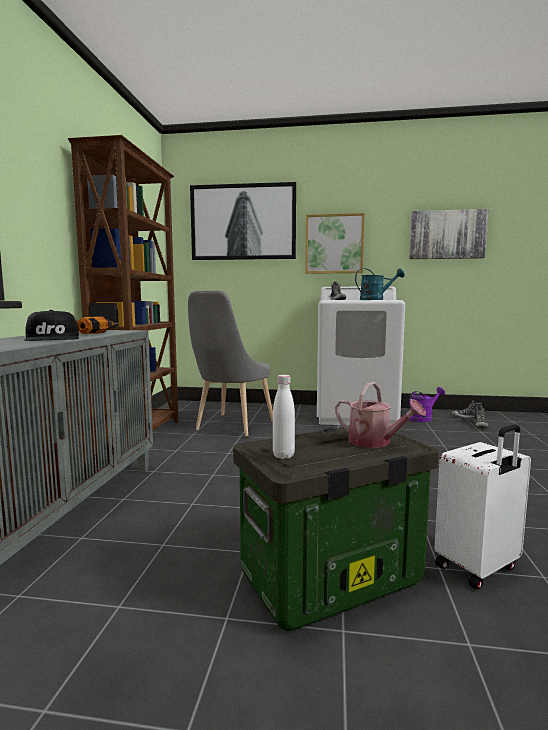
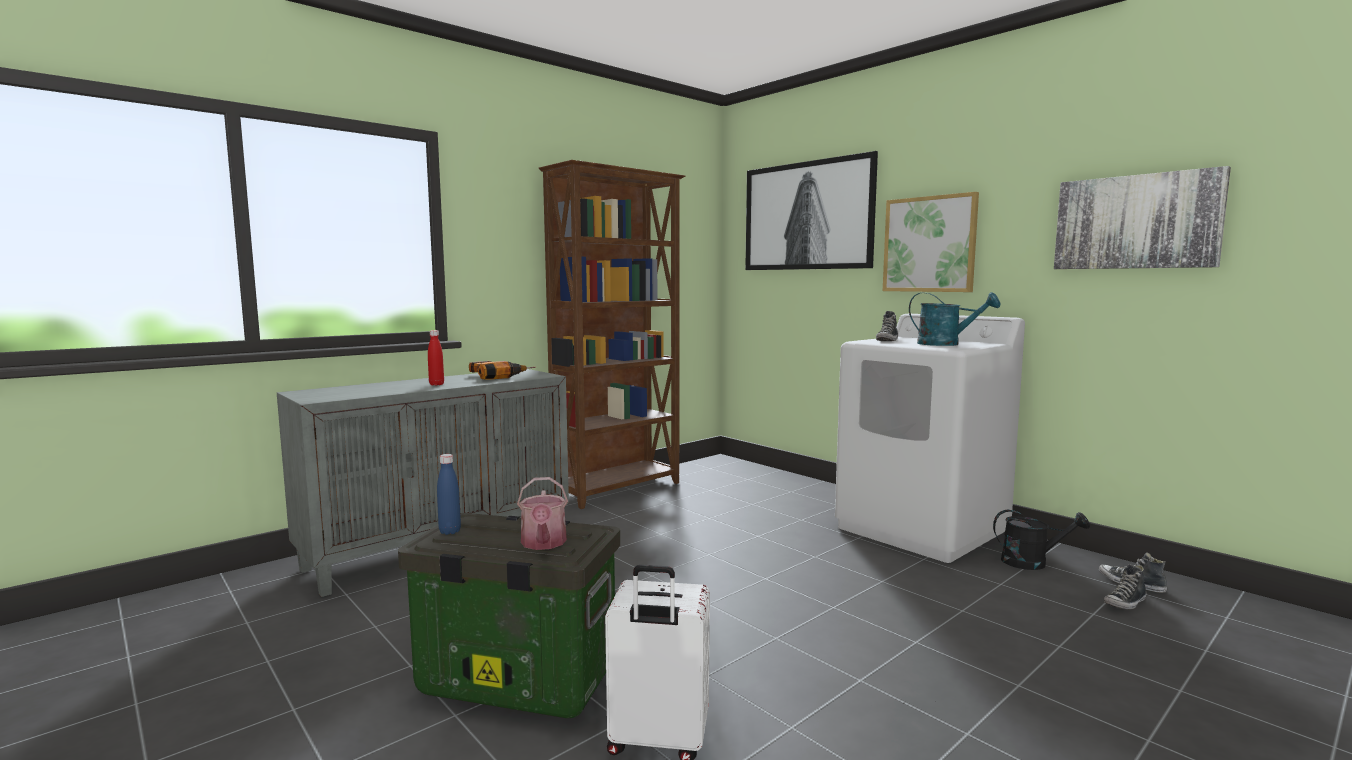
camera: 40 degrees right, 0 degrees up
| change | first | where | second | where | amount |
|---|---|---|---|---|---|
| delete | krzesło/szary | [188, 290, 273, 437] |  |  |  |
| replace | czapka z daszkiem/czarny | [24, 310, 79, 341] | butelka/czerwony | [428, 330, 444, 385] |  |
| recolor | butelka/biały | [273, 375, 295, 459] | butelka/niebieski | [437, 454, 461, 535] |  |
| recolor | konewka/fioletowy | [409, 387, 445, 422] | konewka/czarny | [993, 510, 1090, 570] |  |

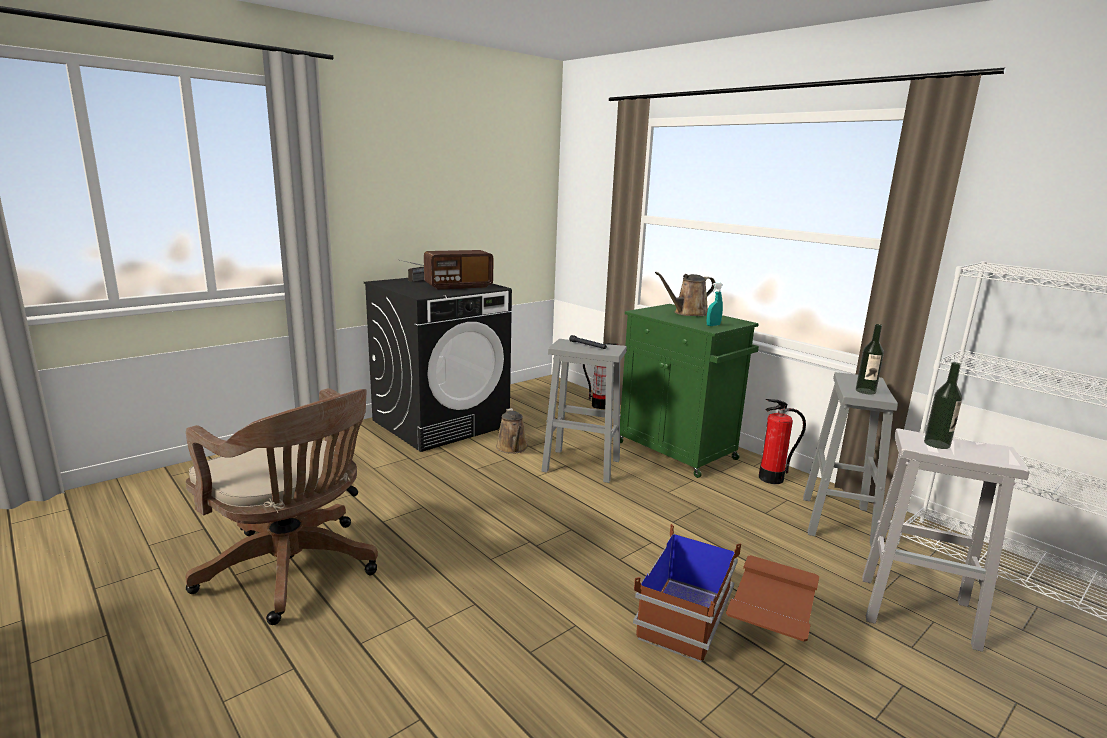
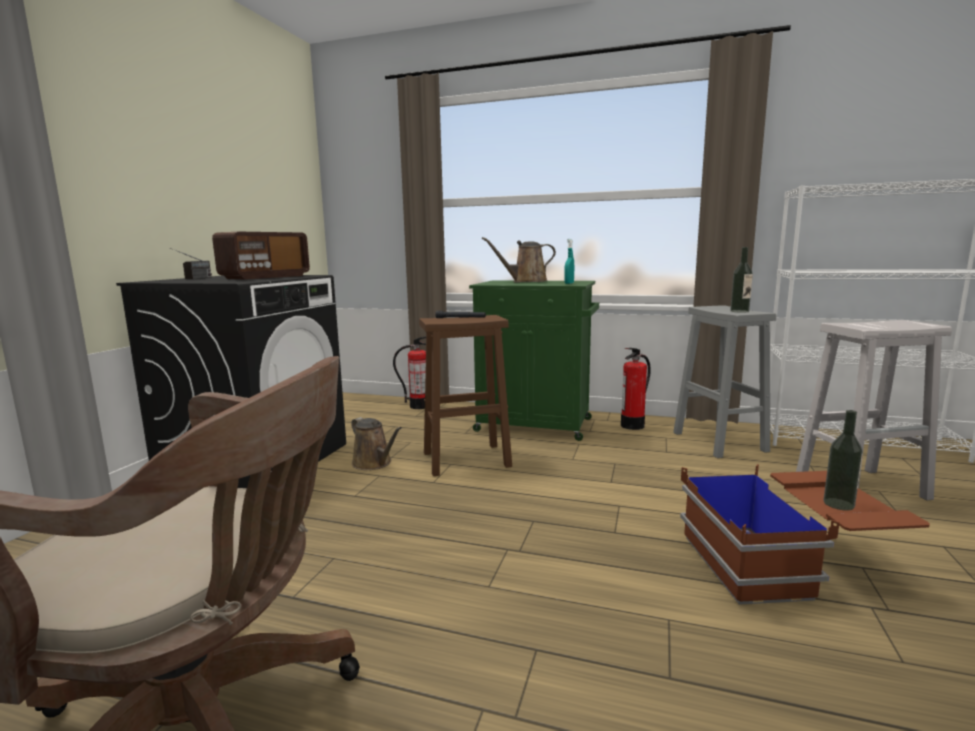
camera: 30 degrees left, 5 degrees down
| change | first | where | second | where | amount |
|---|---|---|---|---|---|
| rotate | konewka/brązowy | [655, 272, 716, 316] |  | [482, 237, 556, 282] | 45 degrees clockwise |
| recolor | stołek/szary | [541, 339, 627, 483] | stołek/brązowy | [419, 315, 512, 476] |  |
| move | butelka | [924, 362, 962, 449] |  | [823, 410, 863, 511] |  |

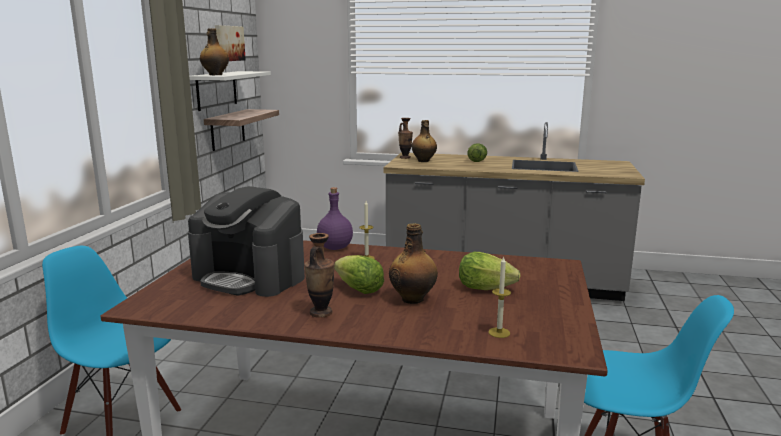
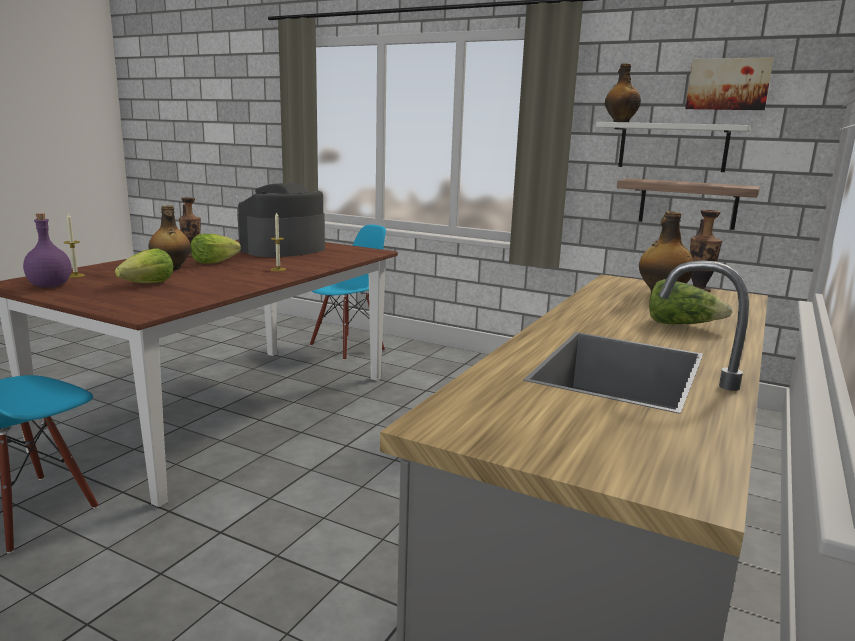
camera: 105 degrees right, 0 degrees up
| change | first | where | second | where | amount |
|---|---|---|---|---|---|
| move | butelka/fioletowy | [317, 187, 353, 250] |  | [23, 213, 71, 288] |  |

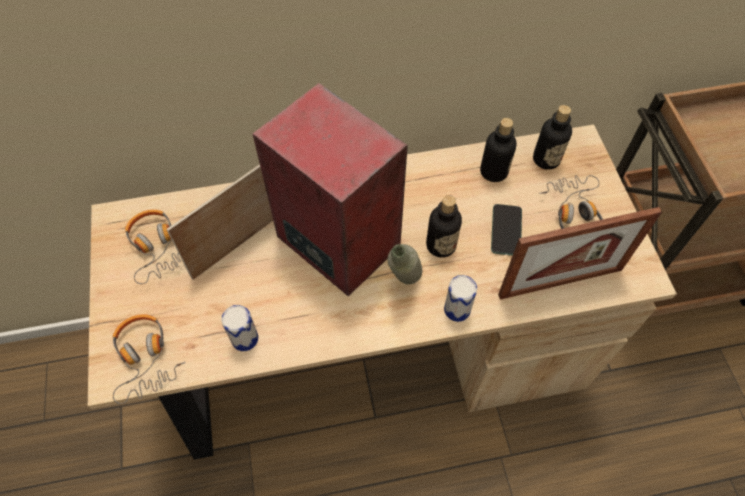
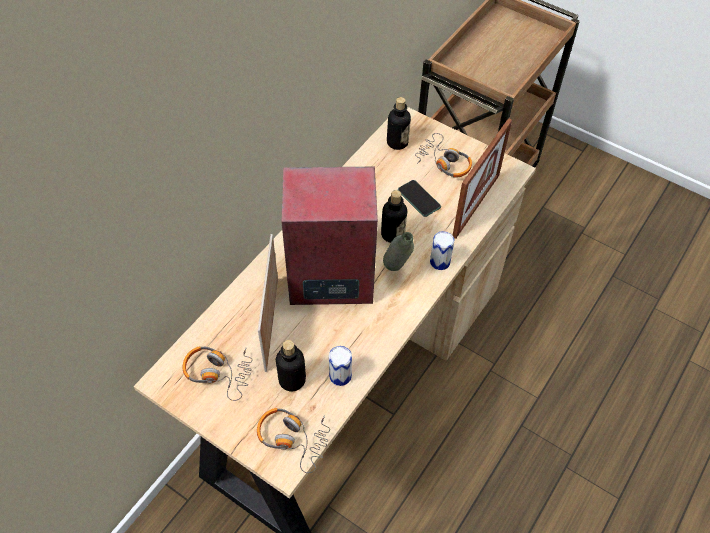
camera: 45 degrees left, 5 degrees down
| change | first | where | second | where | amount |
|---|---|---|---|---|---|
| move | butelka | [480, 118, 517, 182] |  | [275, 340, 306, 391] |  |

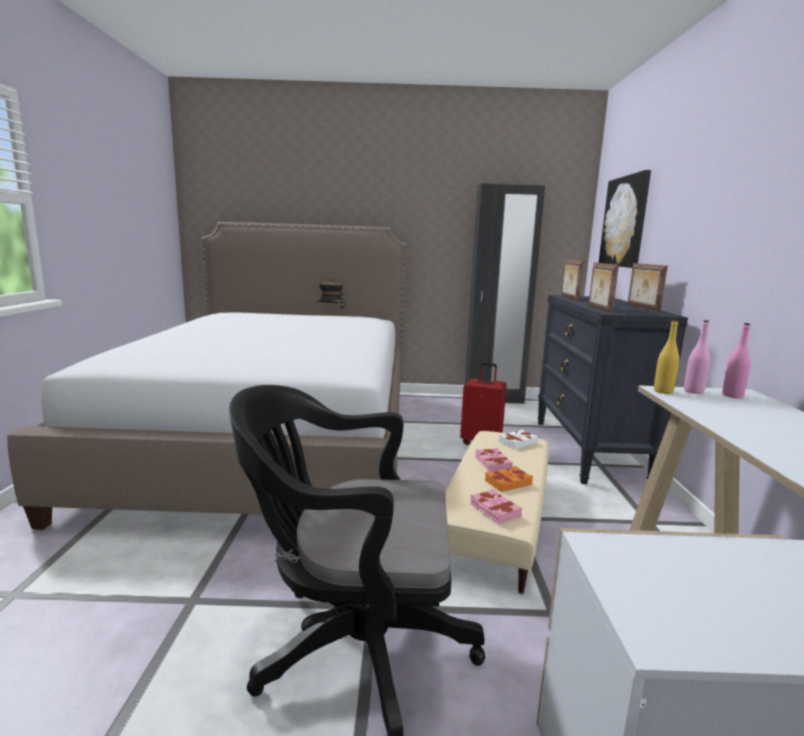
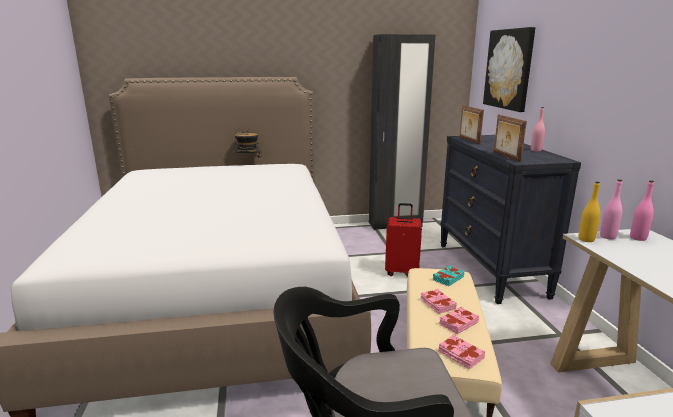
camera: 10 degrees left, 5 degrees up
| change | first | where | second | where | amount |
|---|---|---|---|---|---|
| replace | ramka na zdjęcie | [627, 263, 668, 312] | butelka/różowy | [531, 107, 545, 152] |  |
| recolor | książka/biały | [499, 429, 538, 449] | książka/turkusowy | [433, 265, 464, 286] |  |
| recolor | książka/pomarańczowy | [485, 466, 533, 492] | książka/różowy | [439, 307, 479, 334] |  |

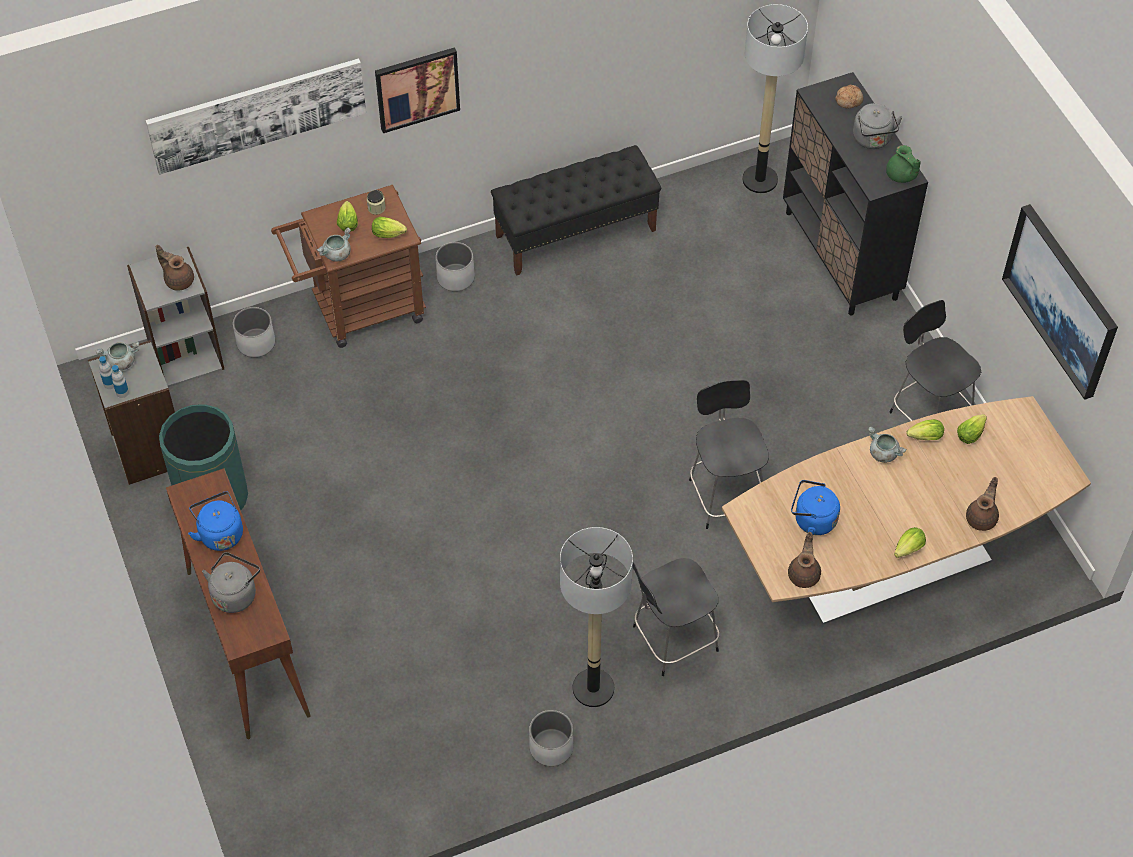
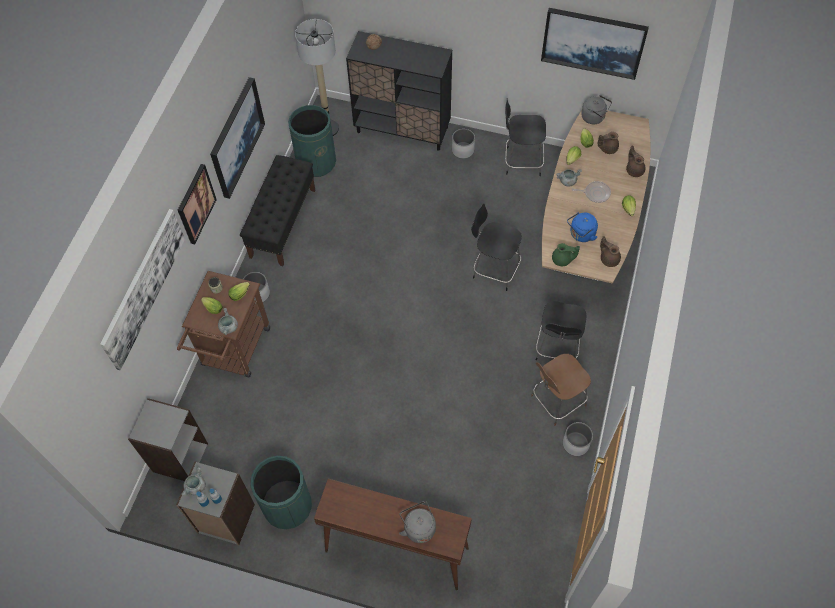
camera: 50 degrees left, 5 degrees up
| change | first | where | second | where | amount |
|---|---|---|---|---|---|
| move | czajnik/szary | [853, 103, 903, 149] |  | [581, 95, 612, 124] |  |
| move | imbryk/zielony | [886, 145, 921, 183] |  | [552, 243, 580, 266] |  |
| move | imbryk/brązowy | [156, 245, 194, 291] |  | [598, 132, 619, 154] |  |
| move | donica/biały | [233, 307, 275, 357] |  | [452, 129, 475, 159] |  |
| delete | czajnik/niebieski | [188, 491, 243, 551] |  |  |  |
| replace | lampa stojąca | [560, 527, 633, 707] | krzesło/brązowy | [531, 354, 591, 426] |  |
| insert |  |  | obraz | [210, 77, 265, 199] |  |
| insert |  |  | kosz na śmieci/zielony | [288, 105, 336, 177] |  |
| insert |  |  | patelnia | [572, 181, 611, 203] |  |

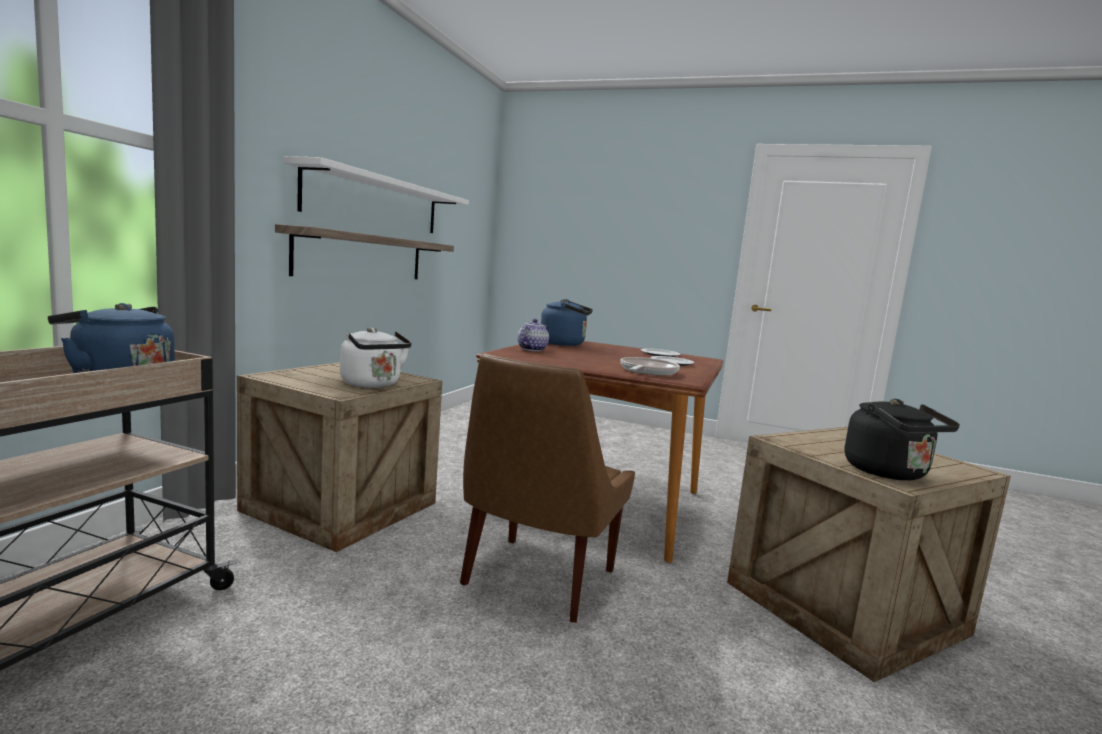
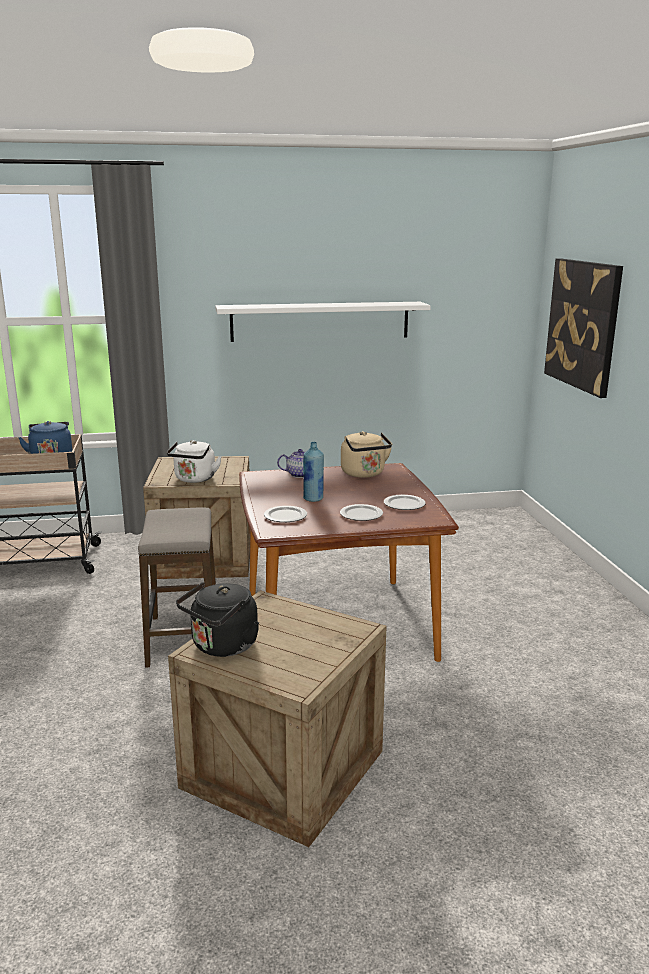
camera: 60 degrees right, 10 degrees up
| change | first | where | second | where | amount |
|---|---|---|---|---|---|
| delete | półka | [275, 224, 454, 279] |  |  |  |
| recolor | czajnik/niebieski | [541, 299, 593, 346] | czajnik/beżowy | [341, 431, 392, 478] |  |
| replace | krzesło/brązowy | [460, 354, 635, 623] | stołek | [138, 508, 216, 668] |  |
| replace | patelnia | [620, 357, 680, 375] | talerz | [264, 506, 307, 522] |  |
| insert |  |  | obraz | [544, 258, 623, 398] |  |
| insert |  |  | butelka/niebieski | [303, 442, 324, 502] |  |

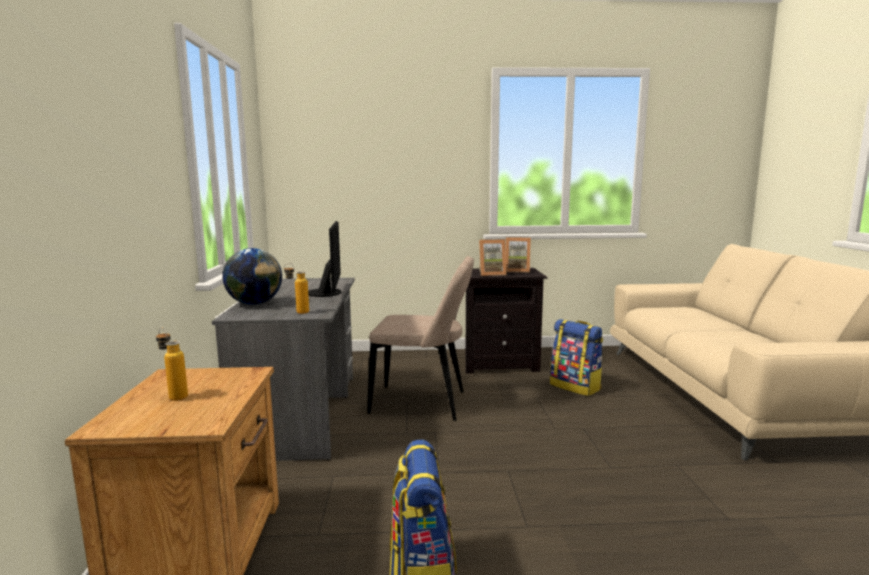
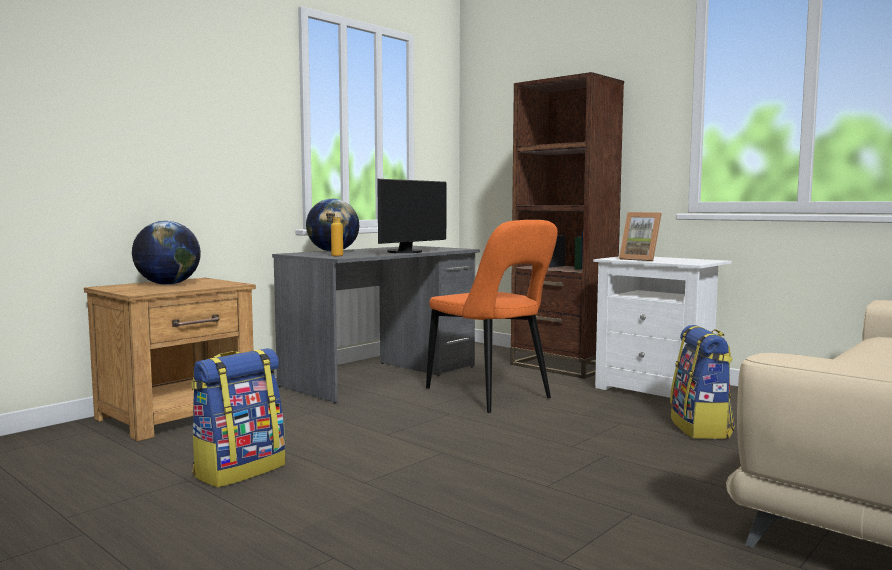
camera: 45 degrees right, 5 degrees down
| change | first | where | second | where | amount |
|---|---|---|---|---|---|
| delete | ramka na zdjęcie | [505, 237, 531, 273] |  |  |  |
| recolor | krzesło/beżowy | [367, 256, 474, 421] | krzesło/pomarańczowy | [426, 220, 558, 413] |  |
| recolor | szafka nocna/czarny | [465, 268, 547, 374] | szafka nocna/biały | [593, 257, 732, 398] |  |
| replace | butelka | [156, 328, 188, 401] | globus | [132, 221, 201, 285] |  |
| insert |  |  | regał/brązowy | [510, 72, 624, 379] |  |

